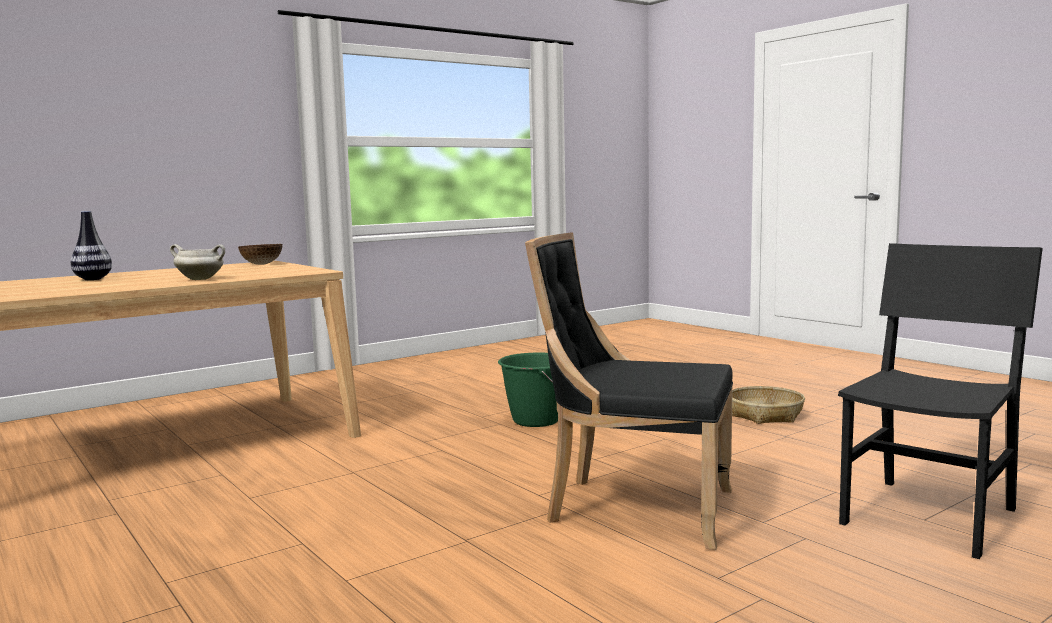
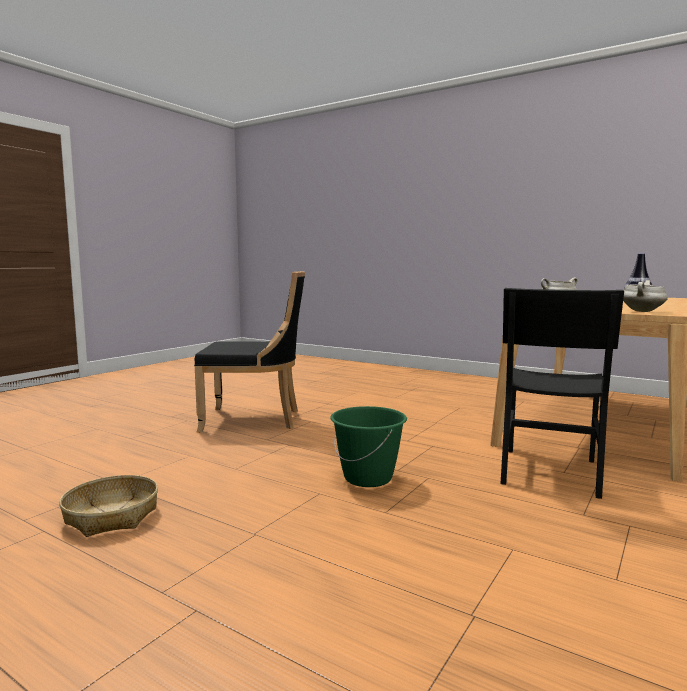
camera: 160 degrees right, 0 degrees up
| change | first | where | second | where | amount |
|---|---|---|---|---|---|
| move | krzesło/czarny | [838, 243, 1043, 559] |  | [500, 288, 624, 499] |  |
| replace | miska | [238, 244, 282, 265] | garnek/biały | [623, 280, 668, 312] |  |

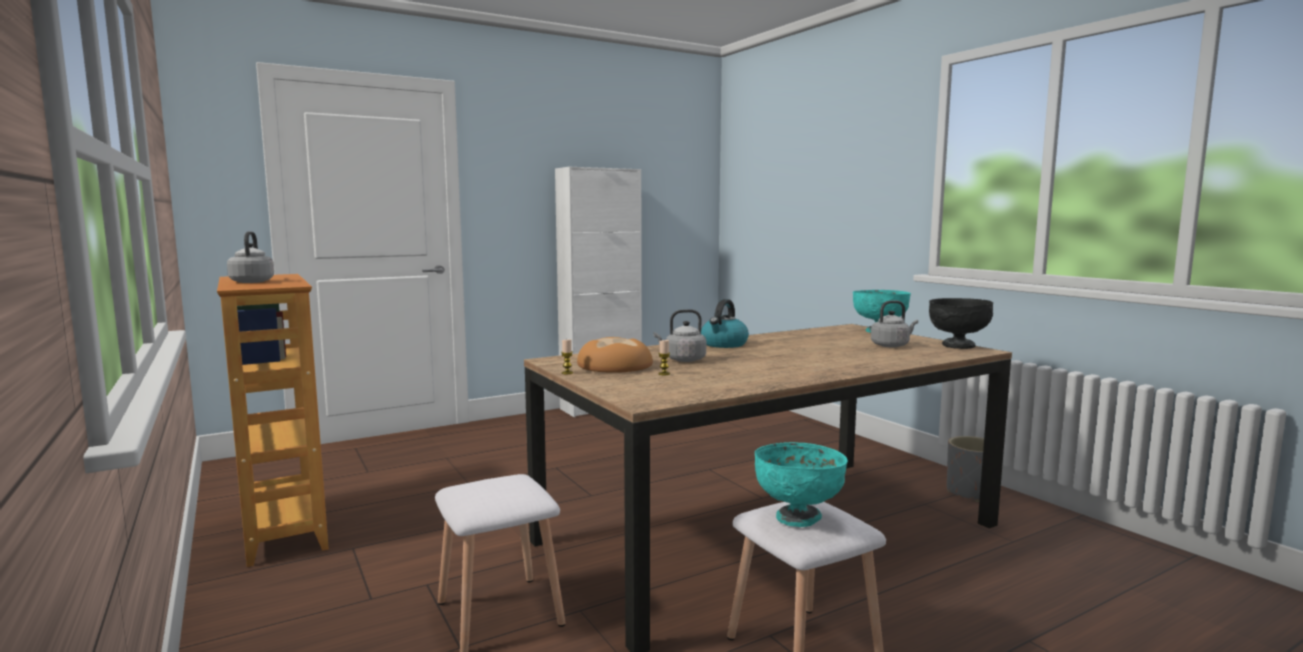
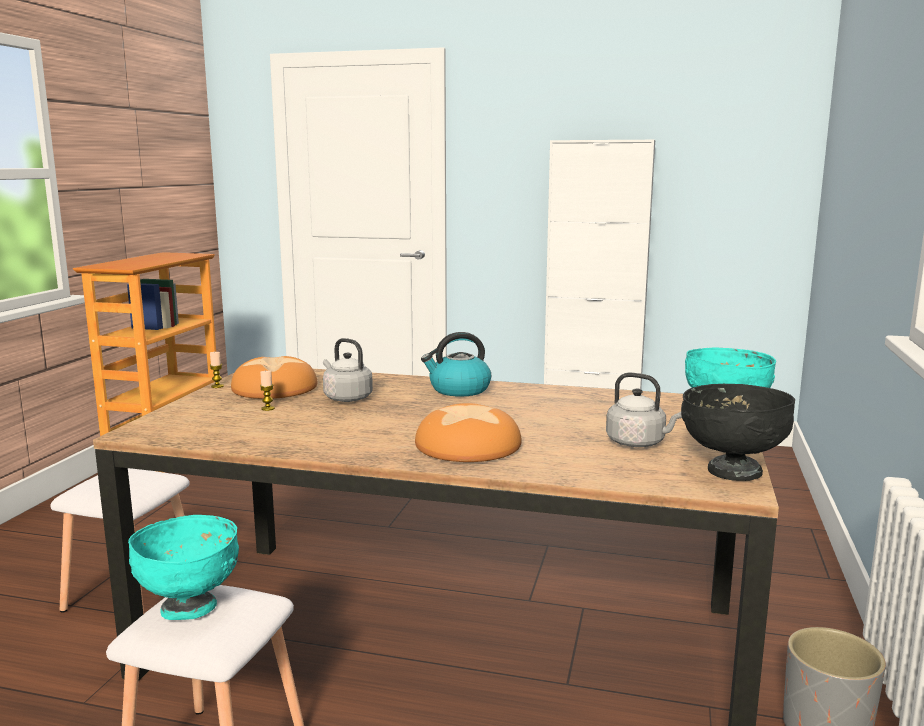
camera: 45 degrees right, 5 degrees up
| change | first | where | second | where | amount |
|---|---|---|---|---|---|
| delete | czajnik/szary | [227, 231, 274, 283] |  |  |  |
| insert |  |  | chleb | [415, 403, 522, 462] |  |

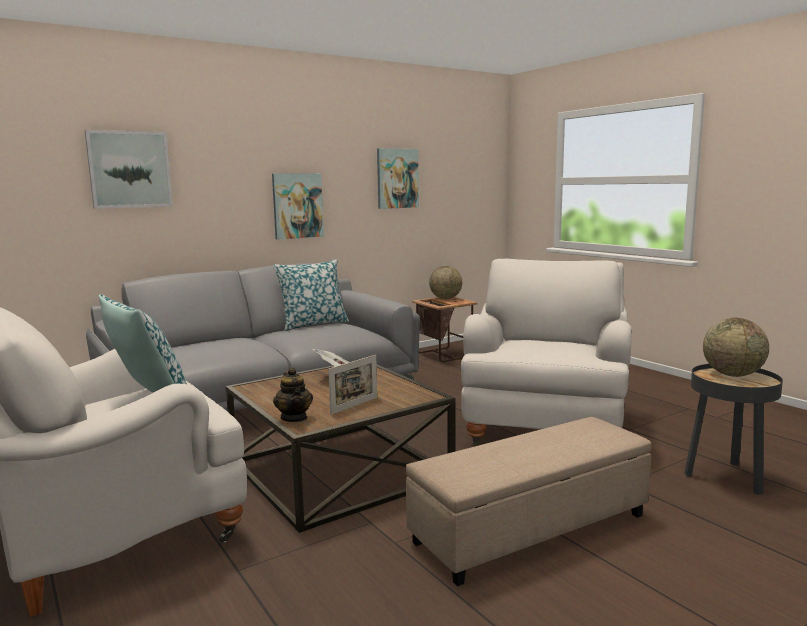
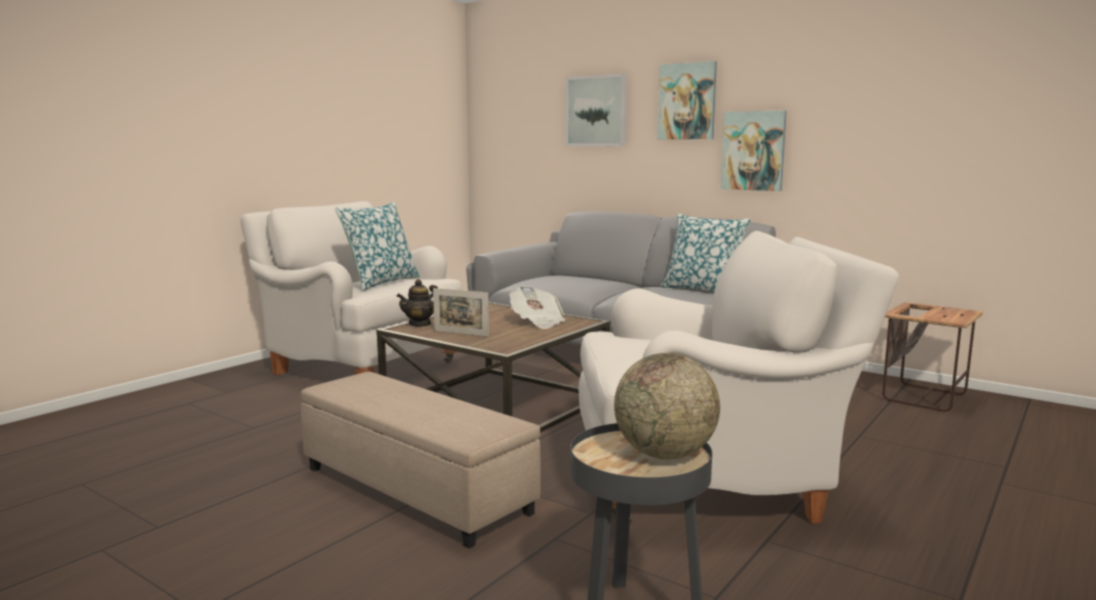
camera: 70 degrees right, 0 degrees up
| change | first | where | second | where | amount |
|---|---|---|---|---|---|
| move | obraz | [377, 148, 419, 209] |  | [658, 61, 717, 139] |  |
| delete | globus | [429, 266, 462, 299] |  |  |  |

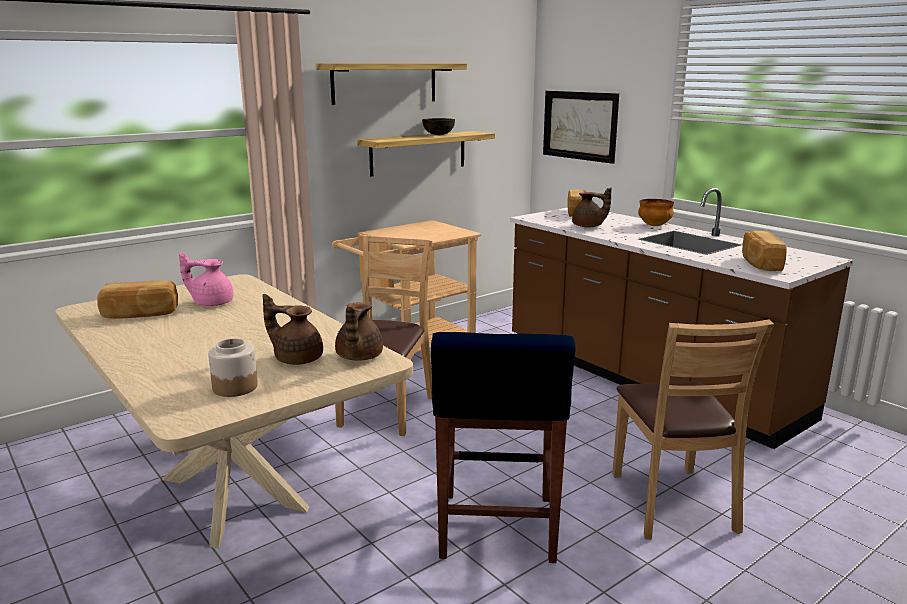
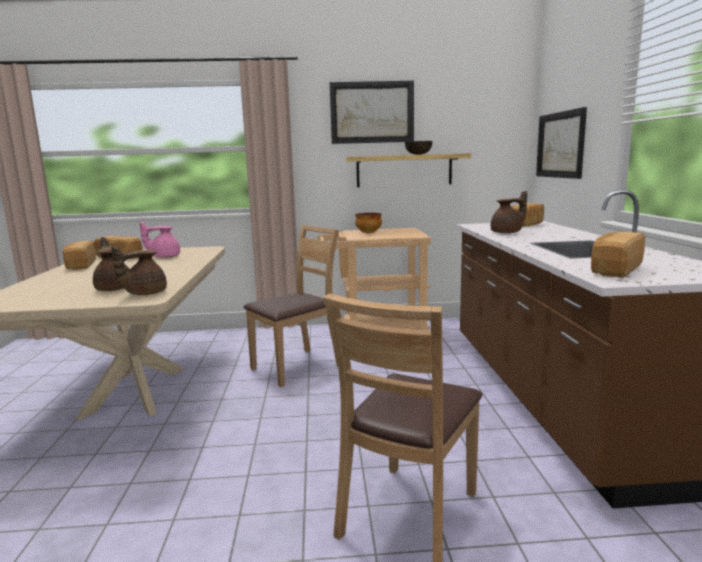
camera: 35 degrees right, 5 degrees down
| change | first | where | second | where | amount |
|---|---|---|---|---|---|
| replace | półka | [316, 63, 467, 105] | obraz | [330, 81, 414, 144] |  |
| rotate | imbryk/brązowy | [572, 188, 612, 228] |  | [491, 191, 527, 233] | 90 degrees counterclockwise |
| move | miska | [638, 199, 674, 226] |  | [355, 213, 382, 233] |  |
| rotate | imbryk/różowy | [179, 252, 234, 306] |  | [140, 221, 180, 258] | 60 degrees counterclockwise |
| delete | stołek/niebieski | [431, 332, 575, 563] |  |  |  |
| delete | słoik | [208, 338, 258, 397] |  |  |  |
| insert |  |  | chleb | [63, 241, 96, 270] |  |

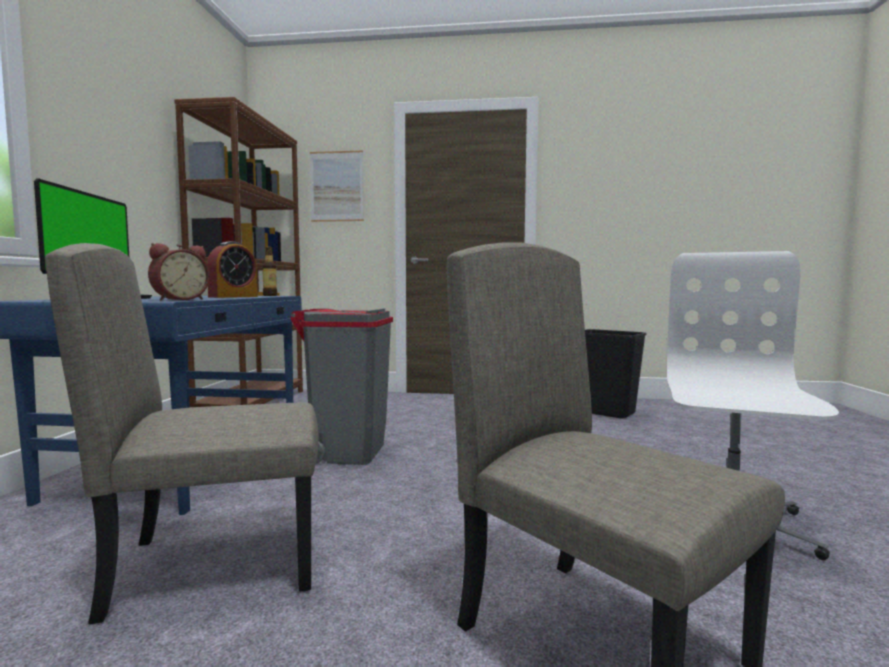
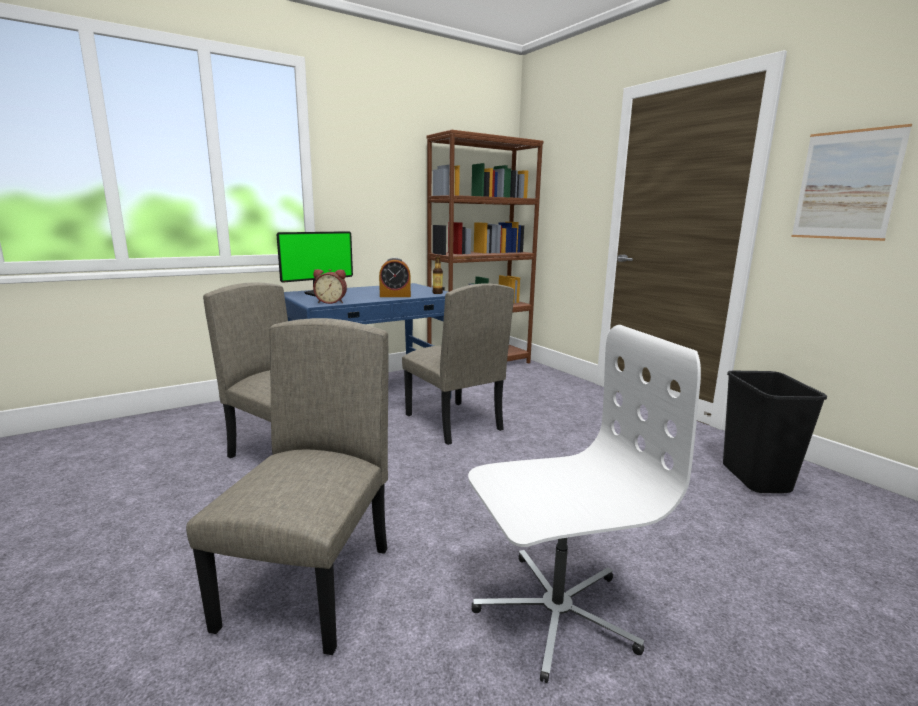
camera: 50 degrees right, 10 degrees up
| change | first | where | second | where | amount |
|---|---|---|---|---|---|
| move | obraz | [310, 151, 364, 222] |  | [791, 124, 912, 241] |  |
| replace | kosz na śmieci/szary | [290, 308, 393, 465] | krzesło/beżowy | [402, 284, 514, 445] |  |

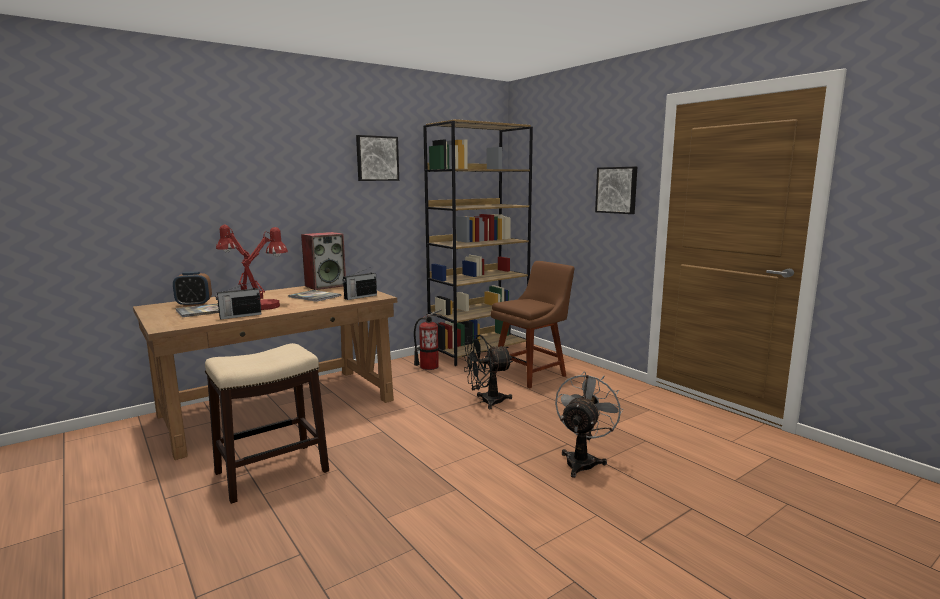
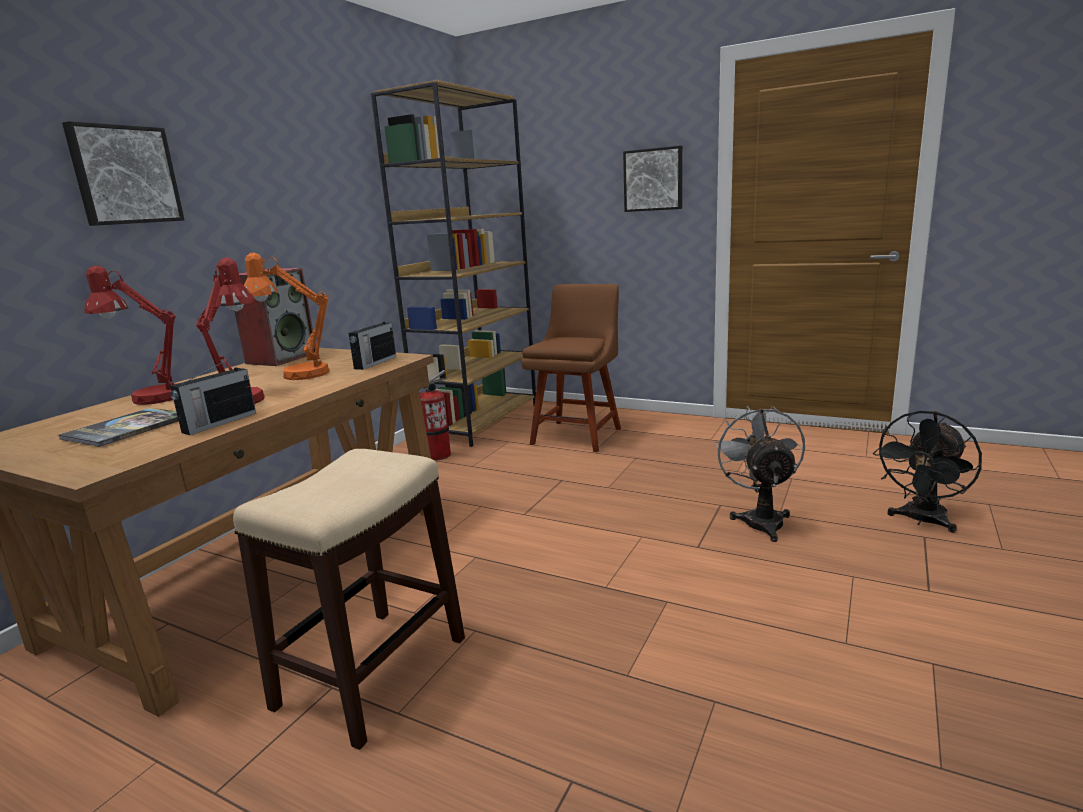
camera: 25 degrees left, 5 degrees up
| change | first | where | second | where | amount |
|---|---|---|---|---|---|
| move | obraz | [356, 135, 399, 181] |  | [62, 121, 184, 226] |  |
| delete | budzik | [173, 271, 212, 307] |  |  |  |
| replace | książka | [288, 290, 341, 302] | lampa stołowa/pomarańczowy | [244, 253, 329, 380] |  |
| move | wentylator/czarny | [462, 335, 513, 409] |  | [873, 411, 982, 533] |  |

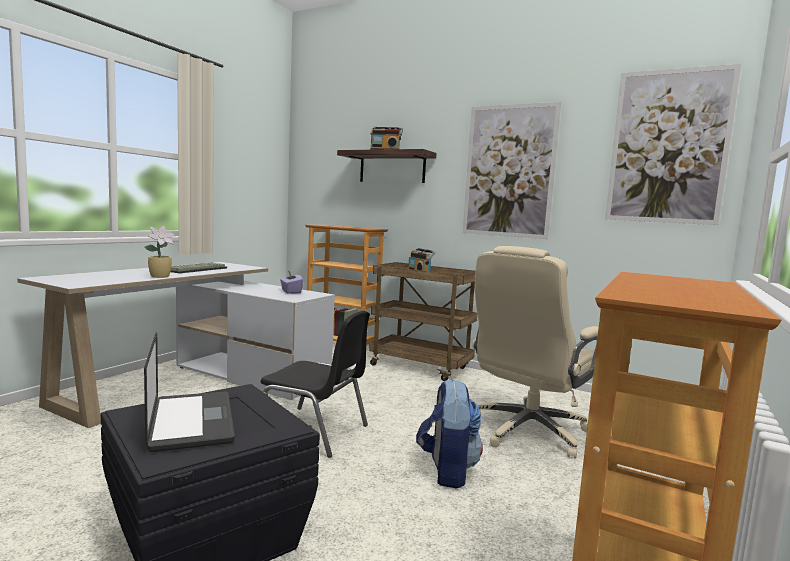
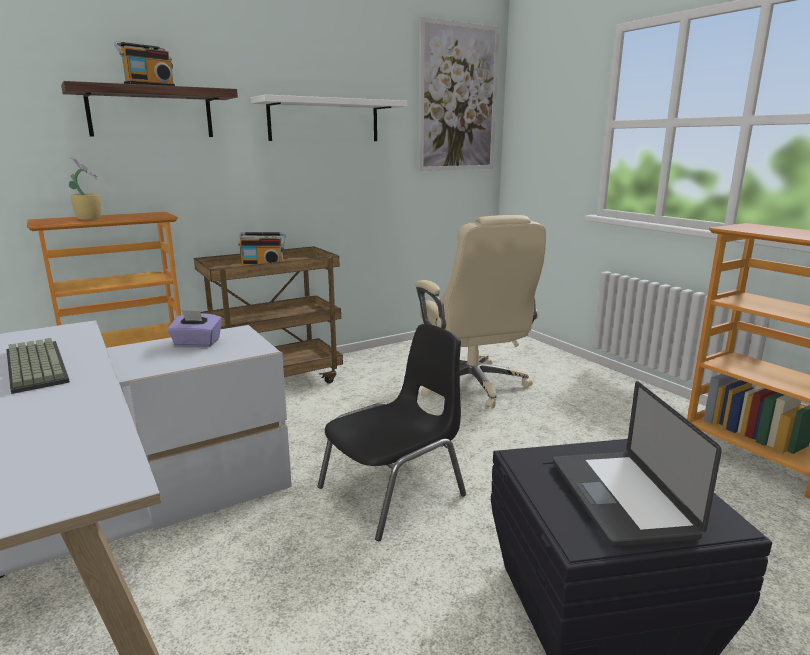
camera: 60 degrees left, 10 degrees up
| change | first | where | second | where | amount |
|---|---|---|---|---|---|
| replace | obraz | [463, 102, 561, 239] | półka/biały | [251, 95, 407, 141] |  |
| move | roślina doniczkowa | [144, 226, 175, 278] |  | [69, 157, 101, 220] |  |
| rotate | laptop | [144, 332, 235, 452] |  | [553, 381, 722, 547] | 105 degrees counterclockwise |
| delete | plecak | [416, 379, 483, 488] |  |  |  |

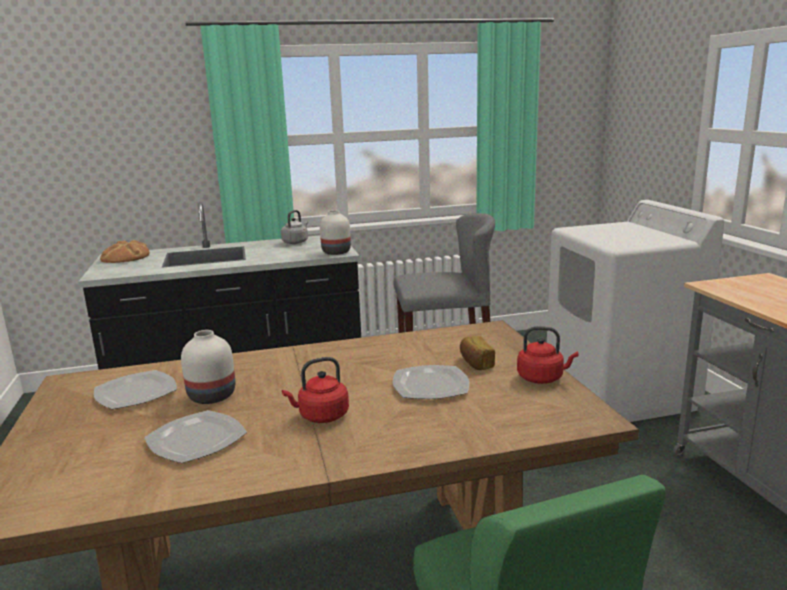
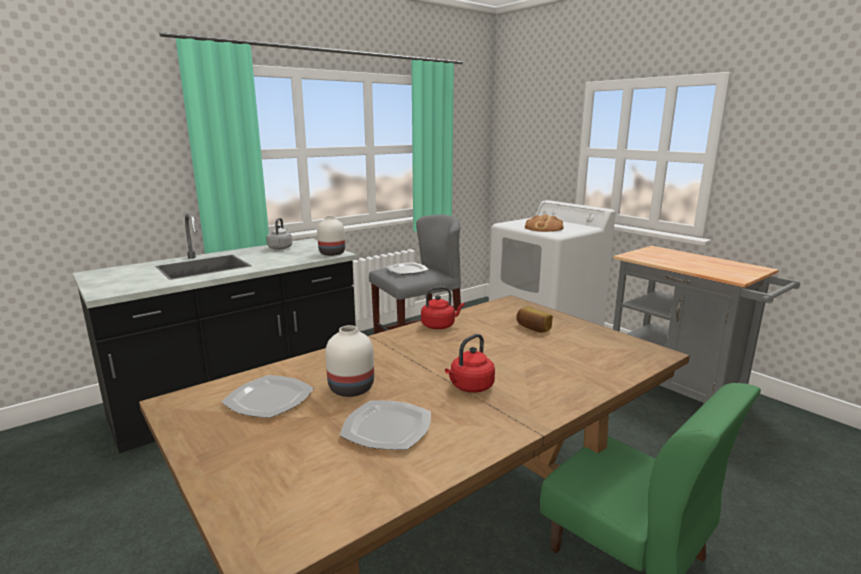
camera: 25 degrees left, 0 degrees up
| change | first | where | second | where | amount |
|---|---|---|---|---|---|
| move | chleb | [100, 240, 150, 263] |  | [525, 214, 564, 232] |  |
| move | czajnik/czerwony | [517, 326, 579, 384] |  | [421, 287, 465, 329] |  |
| move | talerz | [393, 365, 469, 399] |  | [386, 262, 428, 275] |  |

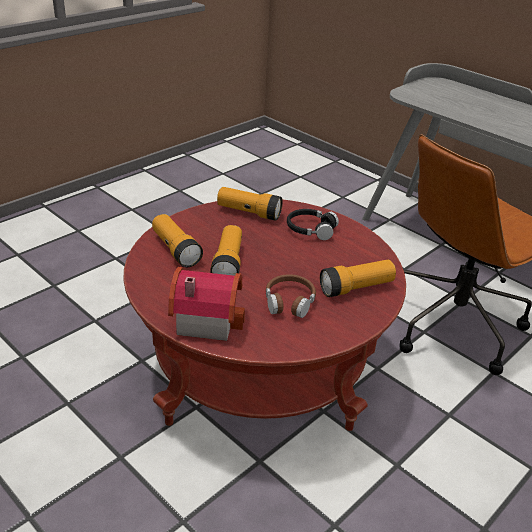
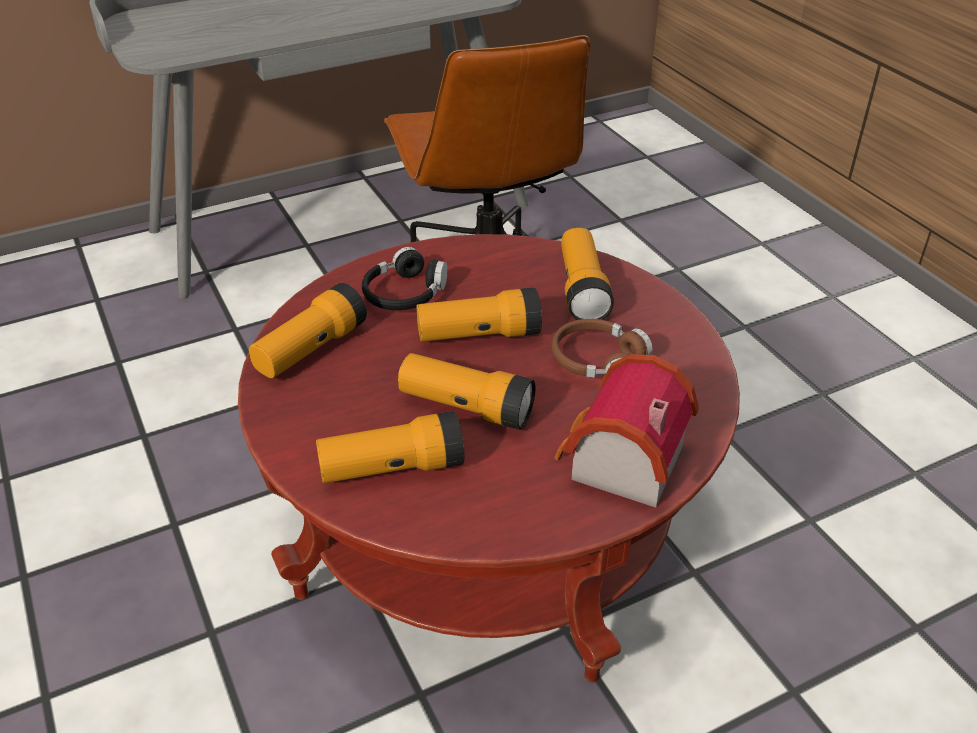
camera: 70 degrees left, 5 degrees up
| change | first | where | second | where | amount |
|---|---|---|---|---|---|
| insert |  |  | latarka | [416, 288, 542, 342] |  |

